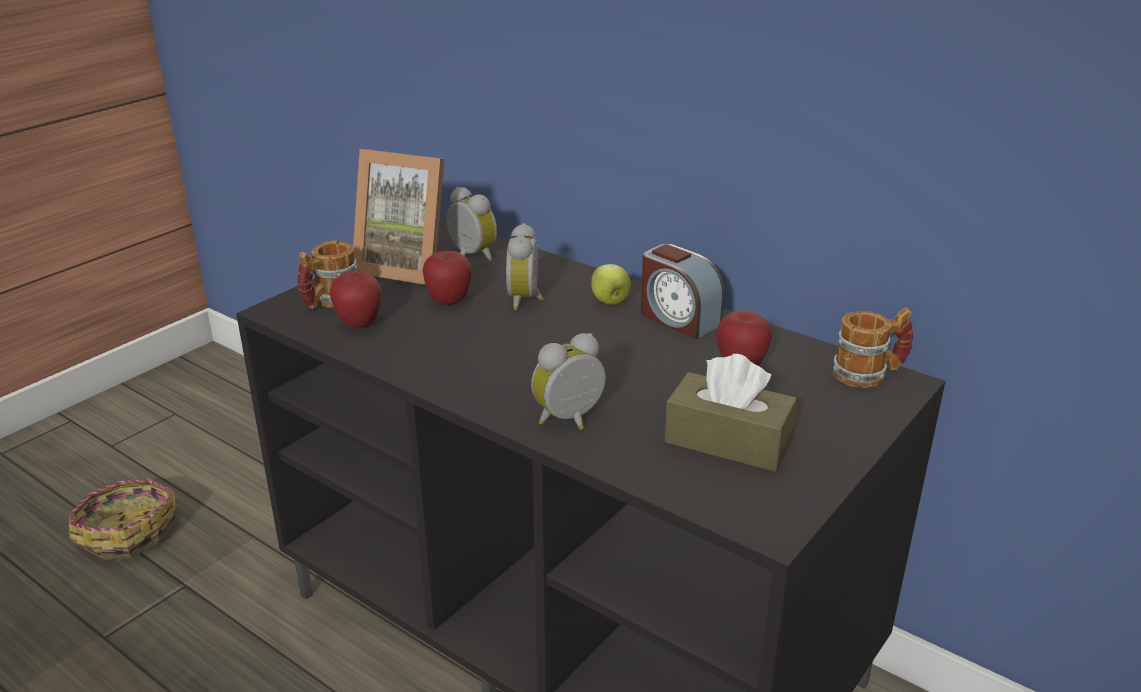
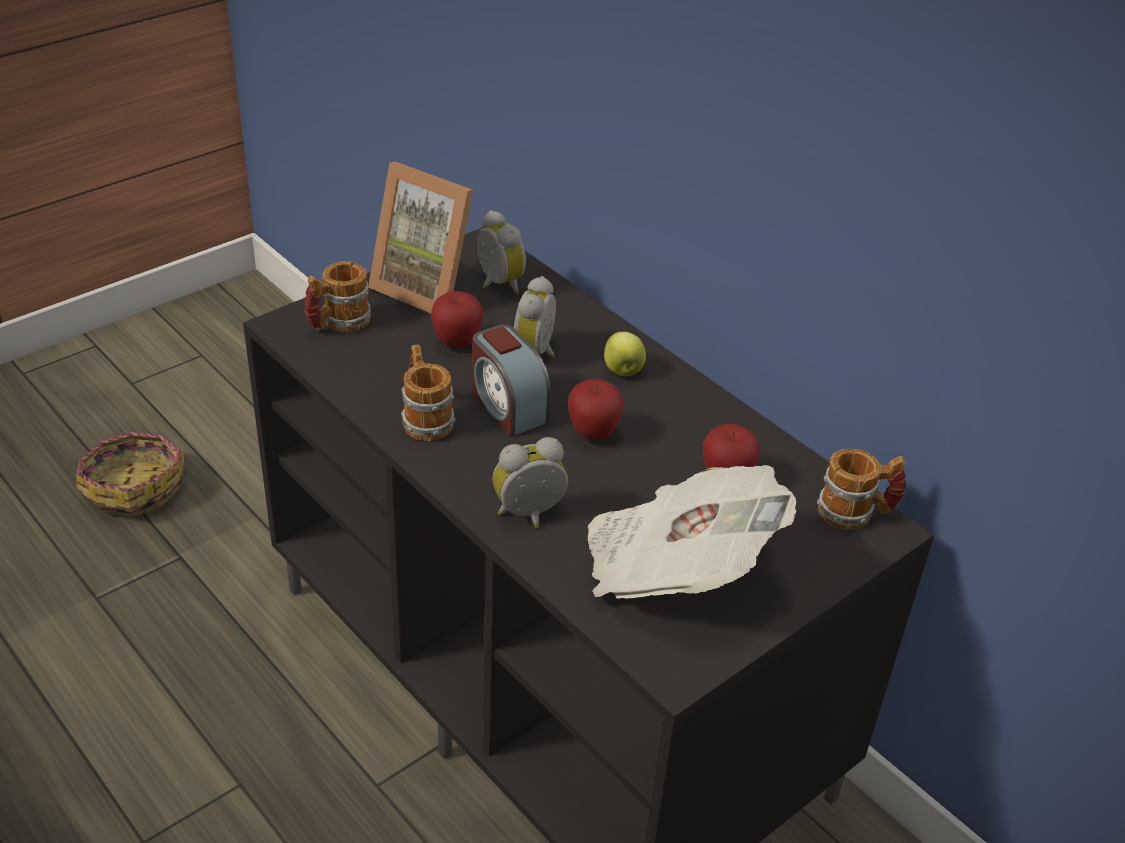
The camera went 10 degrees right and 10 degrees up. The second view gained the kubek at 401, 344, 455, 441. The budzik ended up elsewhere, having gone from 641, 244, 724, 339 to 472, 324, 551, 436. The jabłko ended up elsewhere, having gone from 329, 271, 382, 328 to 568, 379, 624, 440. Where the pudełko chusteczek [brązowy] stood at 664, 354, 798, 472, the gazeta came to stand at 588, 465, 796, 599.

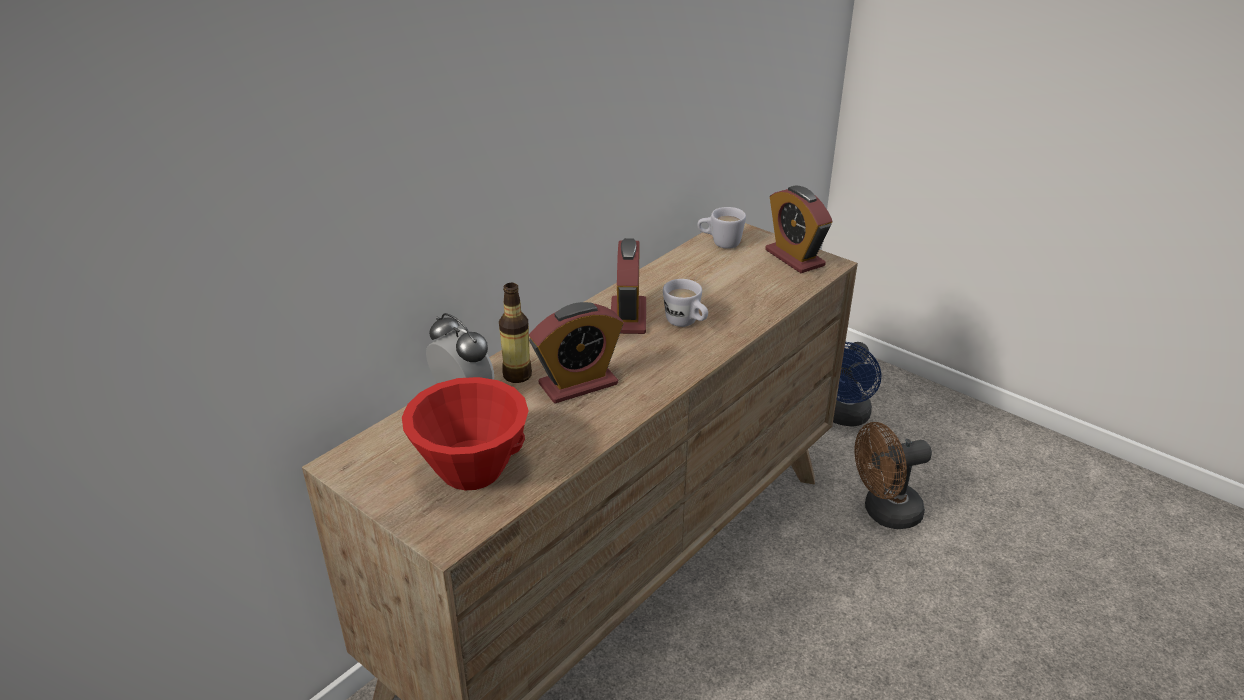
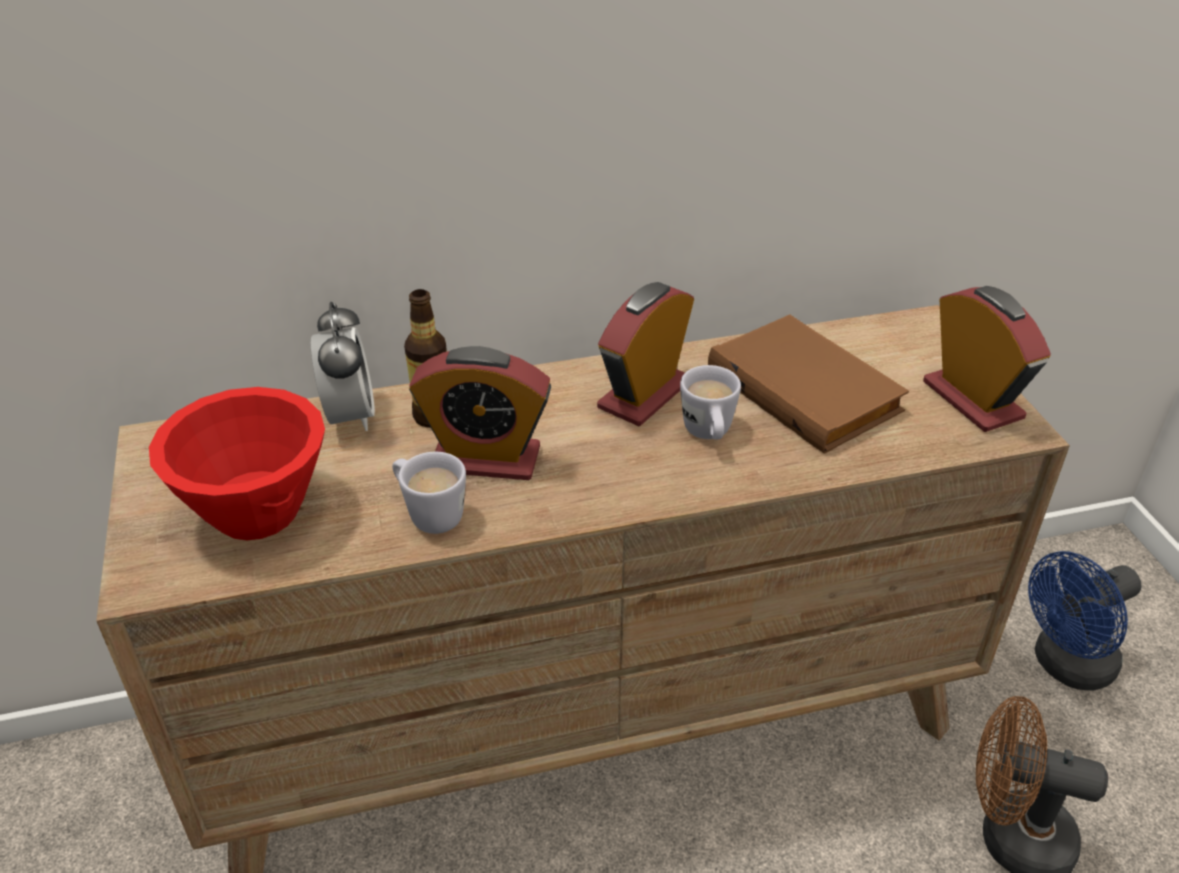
The camera went 35 degrees right and 5 degrees up. The kubek [biały] ended up elsewhere, having gone from 697, 207, 746, 249 to 392, 452, 466, 534. The second view gained the książka [brązowy] at 708, 315, 909, 454. The budzik at 765, 186, 833, 273 ended up facing another way, 150 degrees clockwise from before.

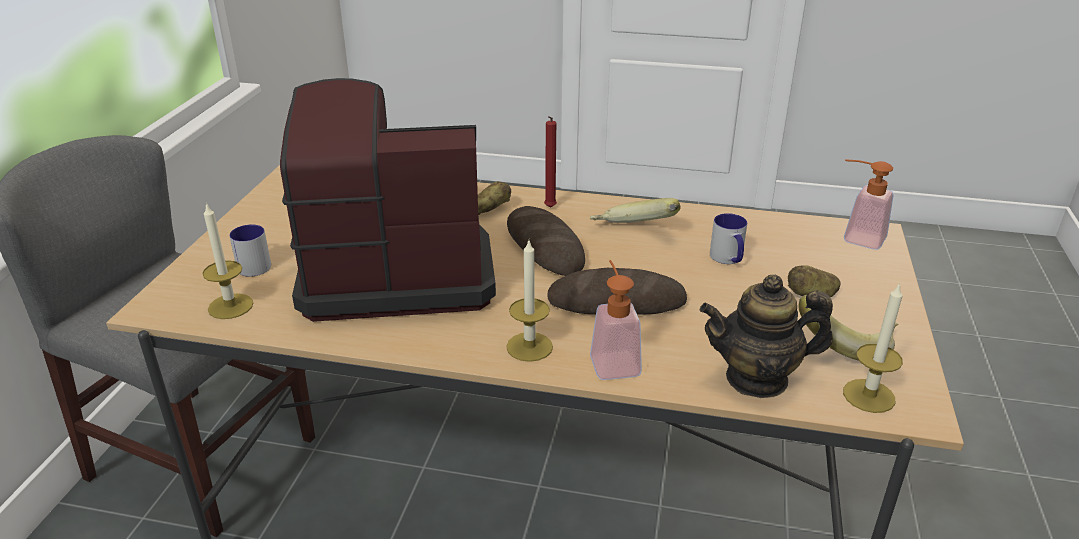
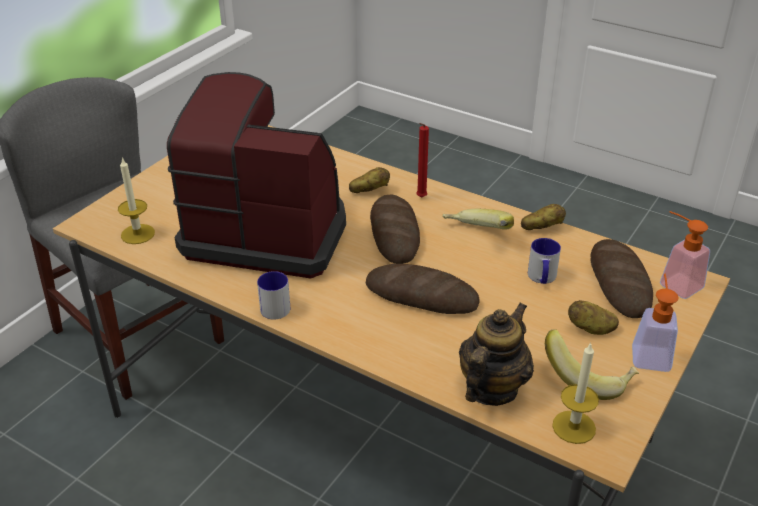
The camera went 20 degrees right and 5 degrees up. The kubek ended up elsewhere, having gone from 229, 224, 271, 277 to 257, 271, 290, 319. The imbryk at 700, 275, 833, 398 ended up facing another way, 105 degrees clockwise from before. The second view gained the ziemniak at 521, 204, 566, 230. The second view gained the chleb at 591, 239, 653, 318. The dozownik mydła ended up elsewhere, having gone from 590, 260, 642, 380 to 632, 274, 679, 372. The second view lost the świeca at 506, 241, 553, 362.

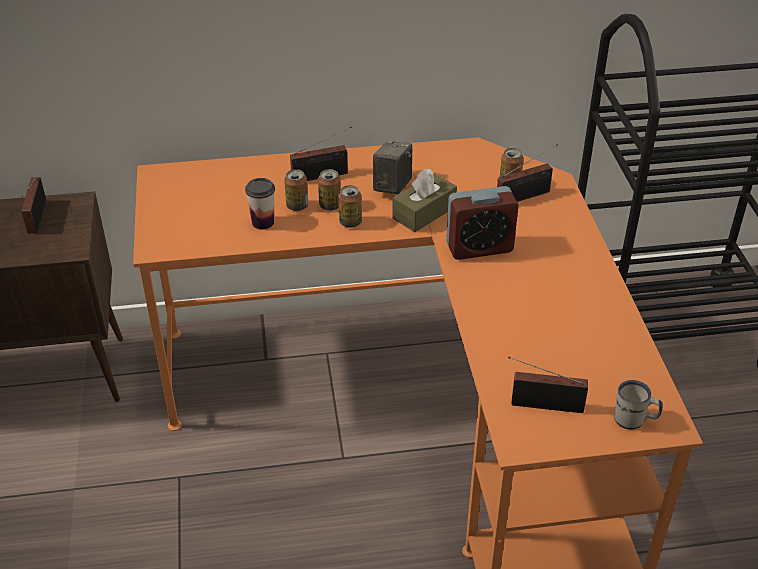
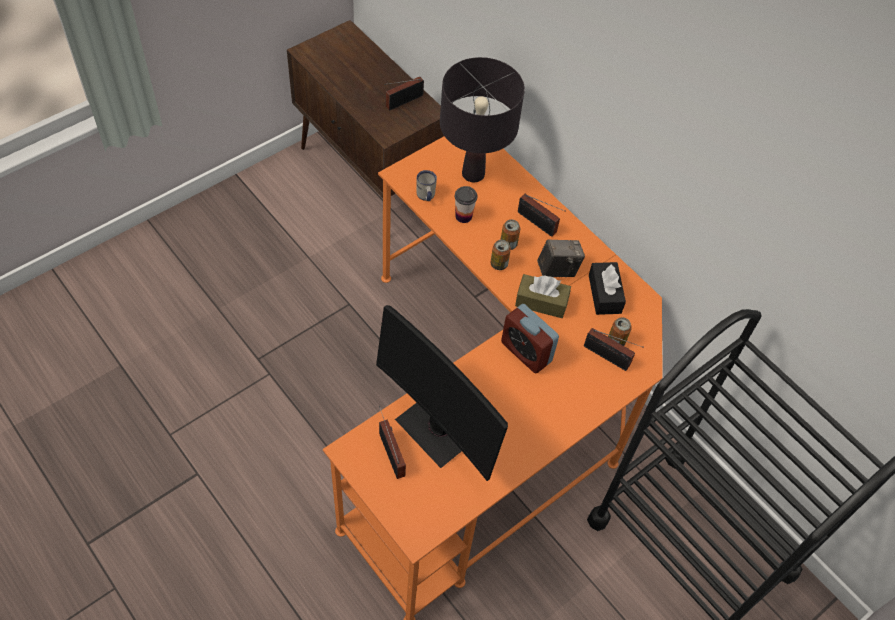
The camera went 55 degrees right and 15 degrees up. The second view gained the monitor at 376, 305, 508, 481. The kubek [biały] ended up elsewhere, having gone from 614, 380, 663, 430 to 416, 170, 437, 201. The second view gained the lampa stołowa [czarny] at 440, 57, 525, 183. The second view gained the pudełko chusteczek [czarny] at 589, 262, 626, 315. The second view lost the puszka at 284, 169, 308, 211.

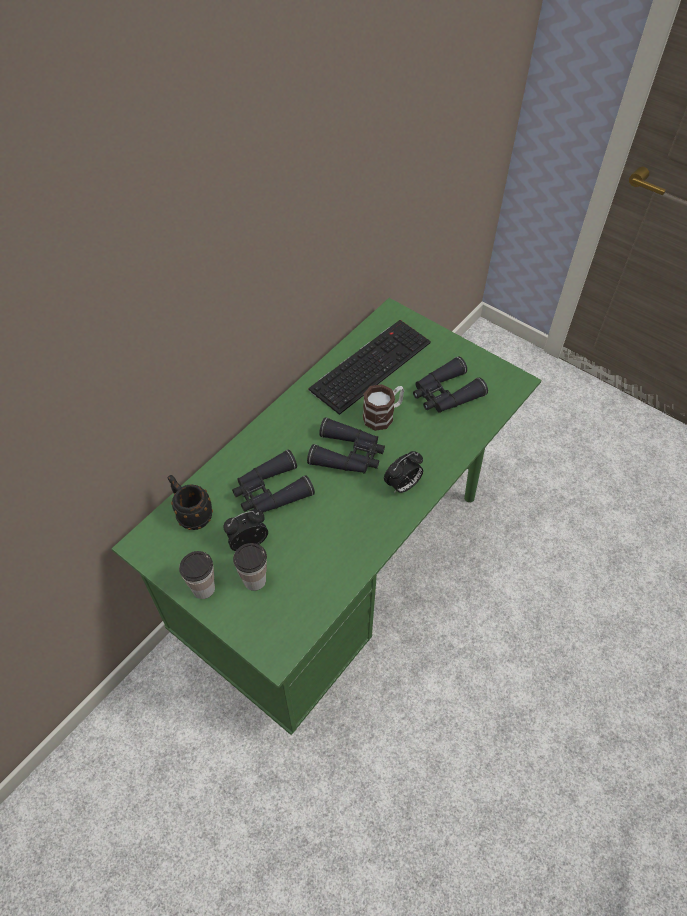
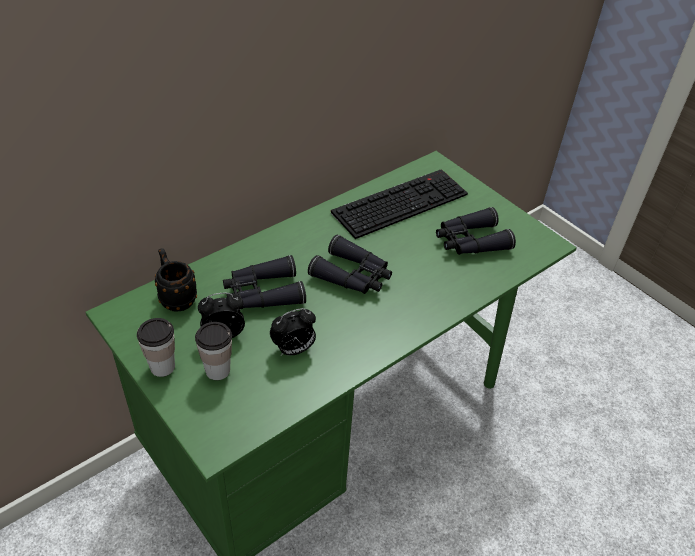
The camera went 10 degrees right and 10 degrees down. The budzik ended up elsewhere, having gone from 384, 451, 423, 494 to 270, 308, 316, 356. The second view lost the kubek at 363, 384, 404, 431.

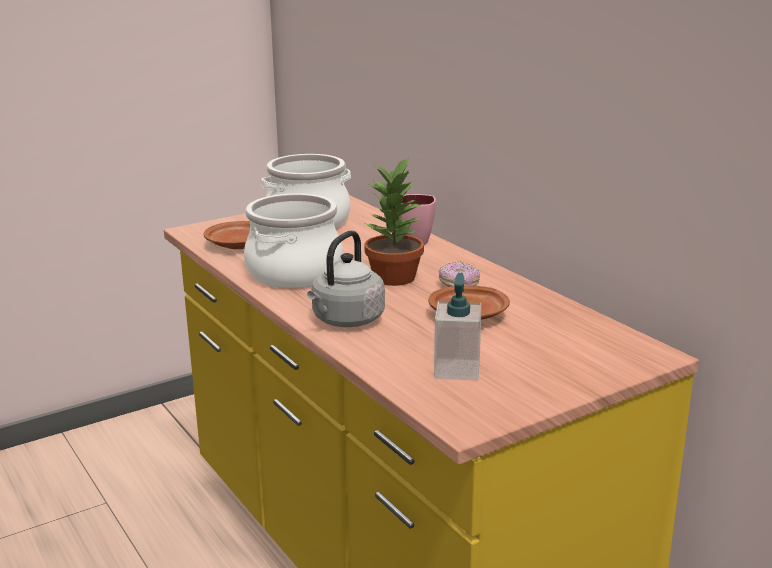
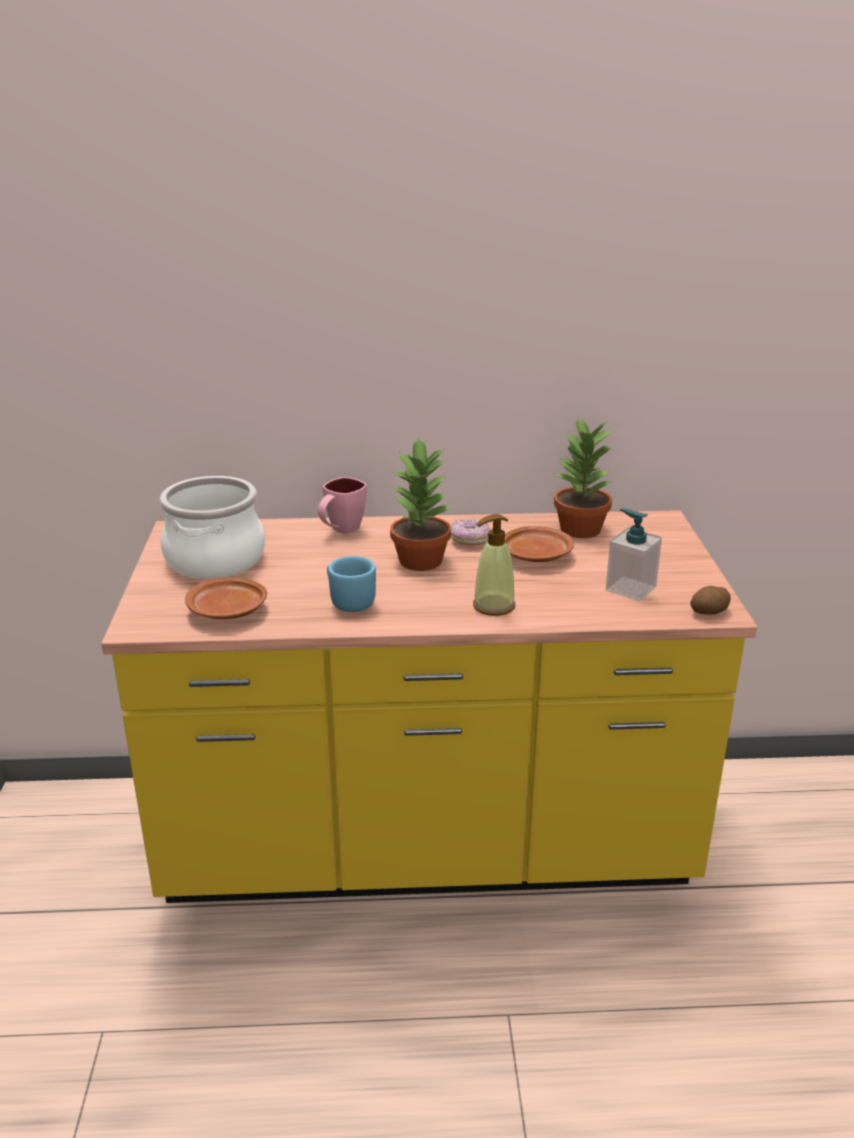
The camera went 60 degrees left and 5 degrees up. Where the garnek stood at 244, 193, 343, 288, the kubek [niebieski] came to stand at 327, 556, 376, 612. Where the czajnik [szary] stood at 307, 231, 385, 327, the dozownik mydła came to stand at 473, 514, 515, 616. The second view gained the roślina doniczkowa at 554, 418, 613, 538. The second view gained the ziemniak at 691, 586, 731, 615.

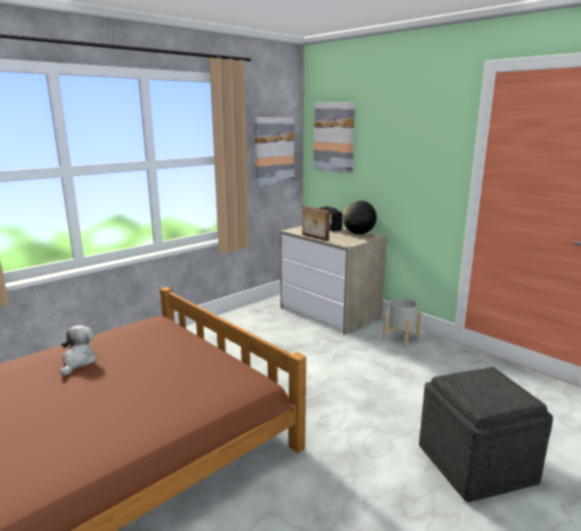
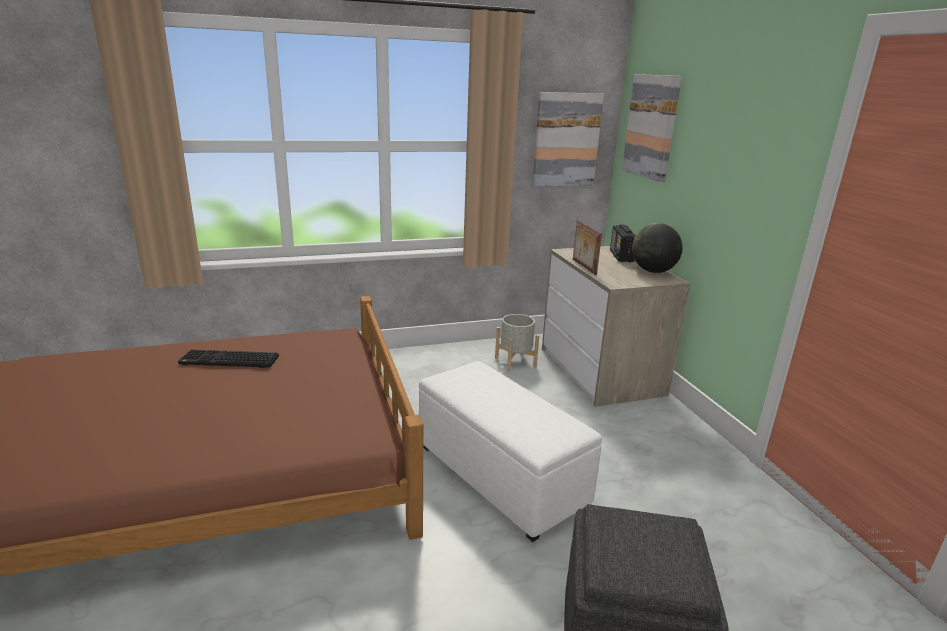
The camera went 25 degrees right and 5 degrees up. Where the pluszak stood at 60, 325, 96, 376, the klawiatura came to stand at 178, 350, 279, 368. The second view gained the pufa [biały] at 419, 361, 602, 542. The donica [szary] ended up elsewhere, having gone from 383, 298, 422, 347 to 495, 314, 539, 372.

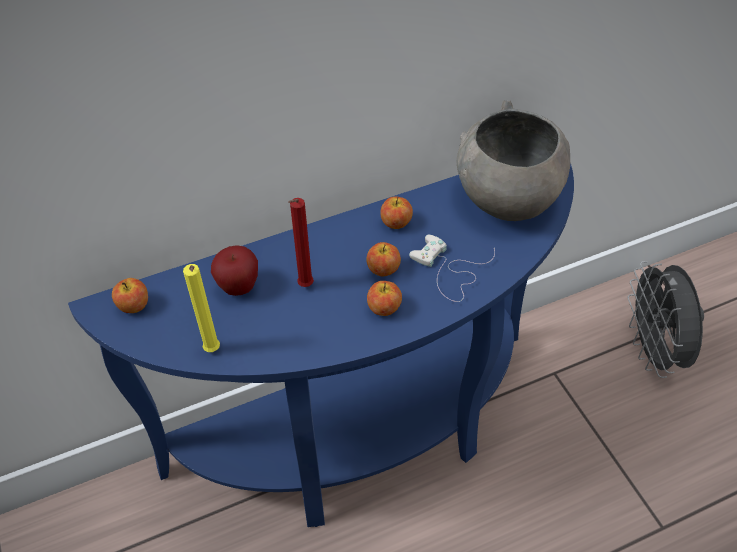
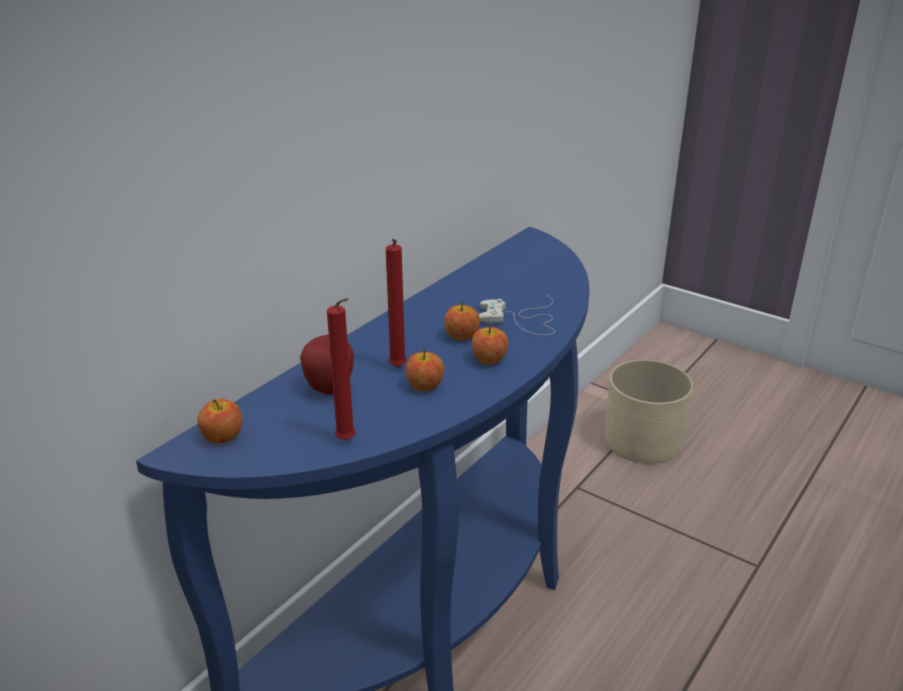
The camera went 30 degrees left and 20 degrees down. What was the świeca [żółty] at 183, 264, 220, 352 turned into the świeca [czerwony] at 327, 298, 356, 441. The jabłko ended up elsewhere, having gone from 380, 196, 413, 229 to 406, 348, 444, 391. Where the wentylator [szary] stood at 627, 261, 704, 378, the donica [beżowy] came to stand at 605, 359, 693, 464. The second view lost the miska [szary] at 457, 100, 570, 221.

